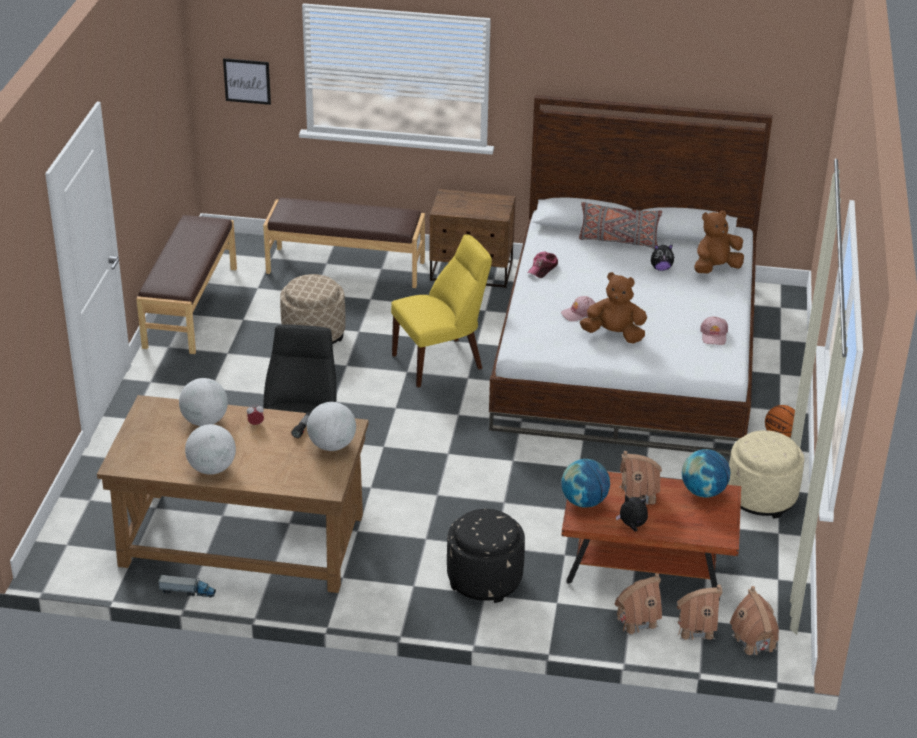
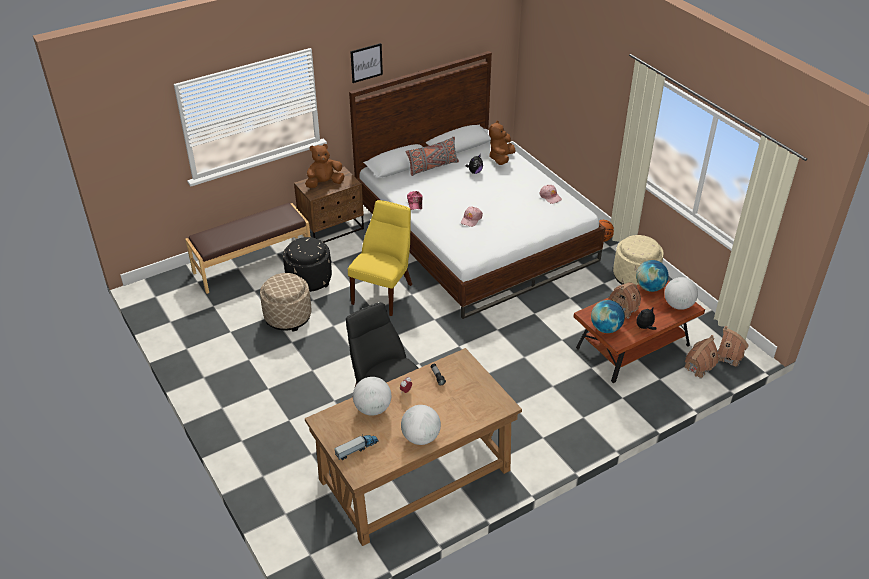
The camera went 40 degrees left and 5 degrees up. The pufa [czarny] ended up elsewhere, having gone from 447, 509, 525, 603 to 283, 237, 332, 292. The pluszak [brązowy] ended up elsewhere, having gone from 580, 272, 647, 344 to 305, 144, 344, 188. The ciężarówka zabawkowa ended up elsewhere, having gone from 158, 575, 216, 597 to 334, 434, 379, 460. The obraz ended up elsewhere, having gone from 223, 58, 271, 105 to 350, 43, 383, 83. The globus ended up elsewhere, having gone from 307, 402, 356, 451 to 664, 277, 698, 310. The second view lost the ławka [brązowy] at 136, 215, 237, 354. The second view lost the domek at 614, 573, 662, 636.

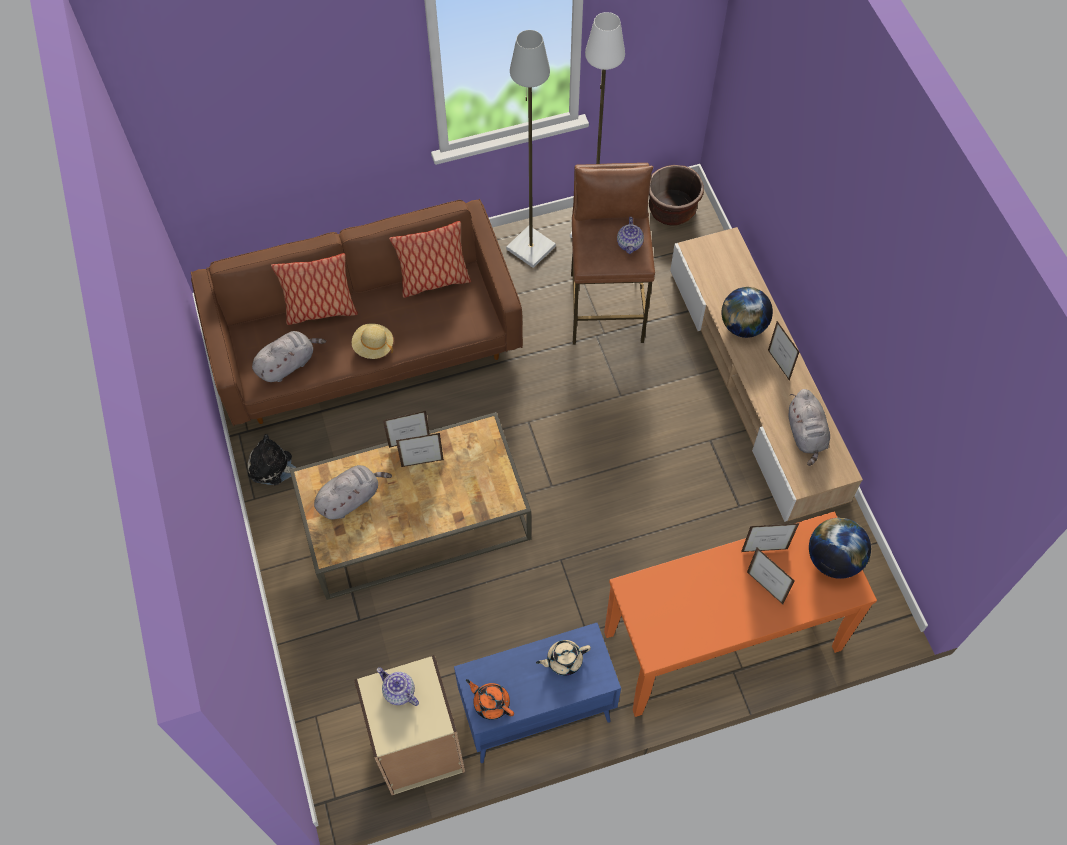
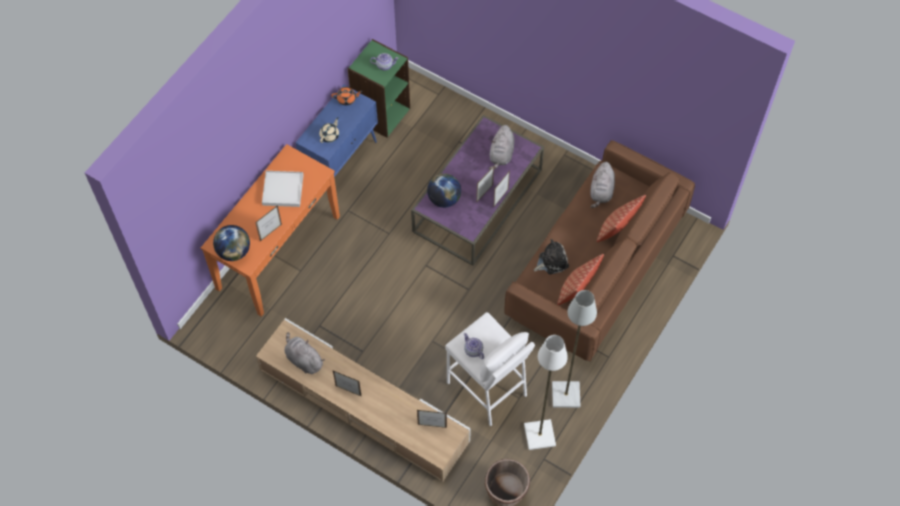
The camera went 140 degrees right and 0 degrees up. The second view gained the taca [biały] at 262, 171, 304, 207. What was the regał [beżowy] at 354, 655, 465, 795 turned into the regał [zielony] at 348, 39, 410, 138. What was the ława [brązowy] at 290, 412, 531, 600 turned into the ława [fioletowy] at 411, 115, 544, 266. The ramka na zdjęcie ended up elsewhere, having gone from 747, 548, 794, 604 to 417, 410, 447, 428. The globus ended up elsewhere, having gone from 721, 287, 773, 338 to 427, 173, 461, 208. What was the stołek [brązowy] at 571, 163, 655, 345 turned into the stołek [biały] at 445, 312, 535, 427. The pluszak ended up elsewhere, having gone from 248, 434, 297, 485 to 534, 239, 569, 274. The second view lost the kapelusz [beżowy] at 352, 323, 393, 359.

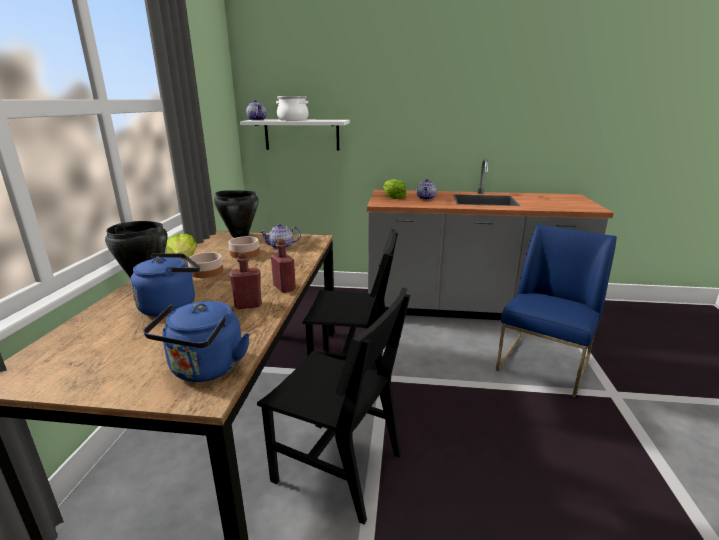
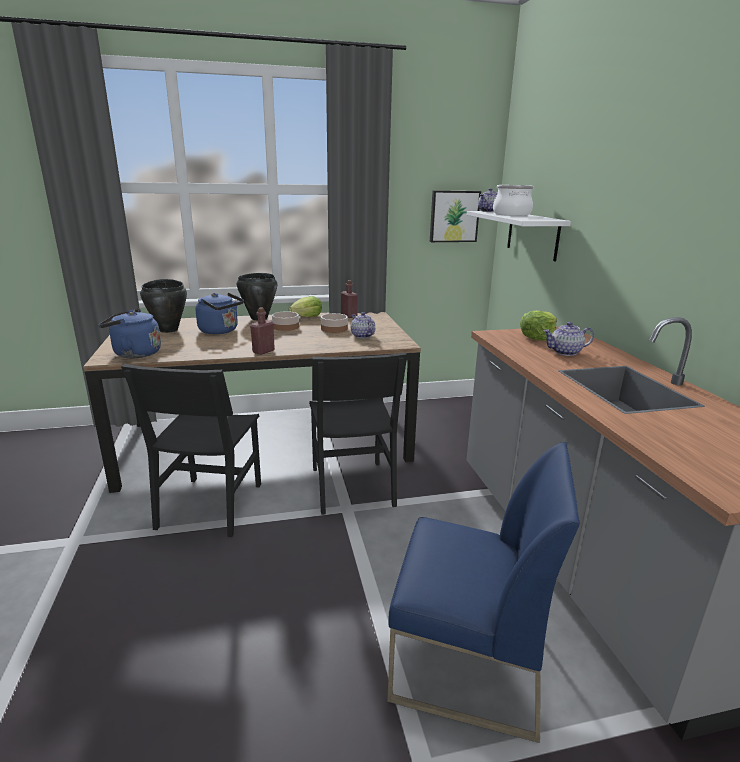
The camera went 70 degrees right and 0 degrees up. The garnek [czarny] ended up elsewhere, having gone from 214, 190, 258, 238 to 140, 279, 187, 333. The butelka [czerwony] ended up elsewhere, having gone from 229, 252, 262, 309 to 341, 280, 358, 318. The second view gained the obraz at 430, 191, 481, 242.

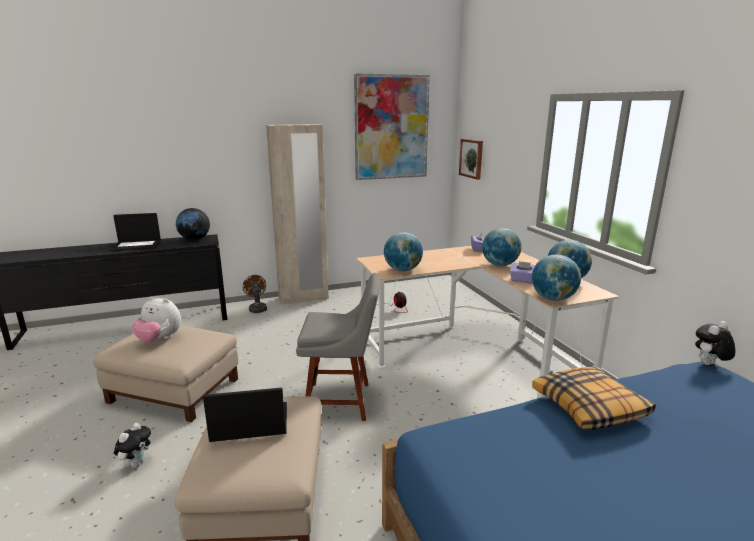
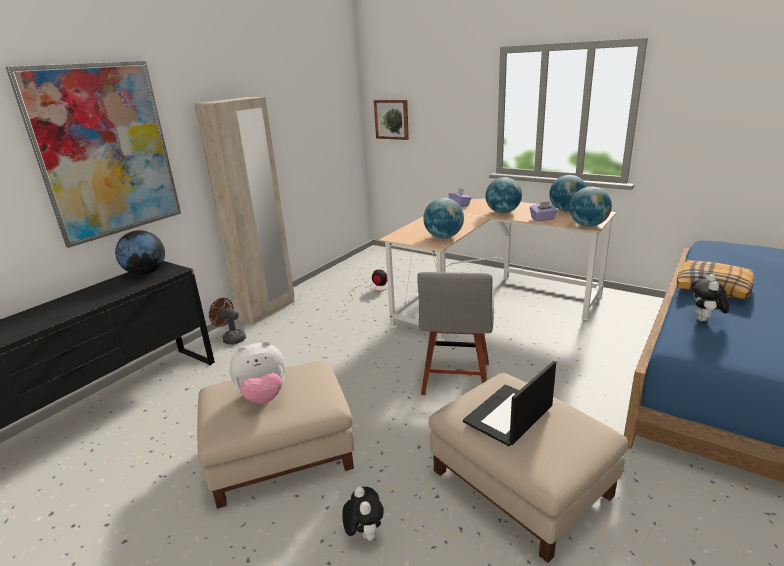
The camera went 35 degrees left and 5 degrees up. The obraz ended up elsewhere, having gone from 354, 73, 430, 180 to 6, 61, 181, 248. The krzesło [szary] at 296, 273, 380, 421 ended up facing another way, 135 degrees clockwise from before. The pluszak ended up elsewhere, having gone from 695, 321, 736, 365 to 692, 274, 729, 321. The second view lost the laptop at 110, 213, 161, 251.

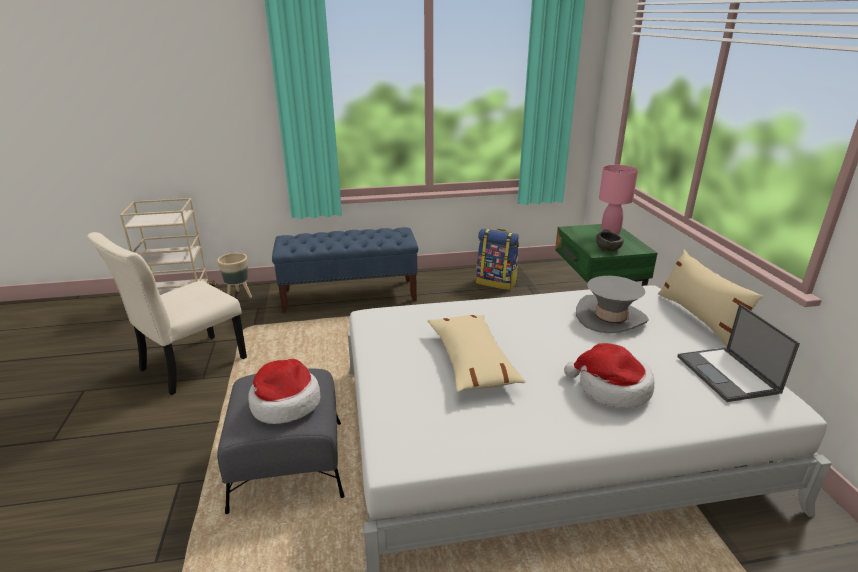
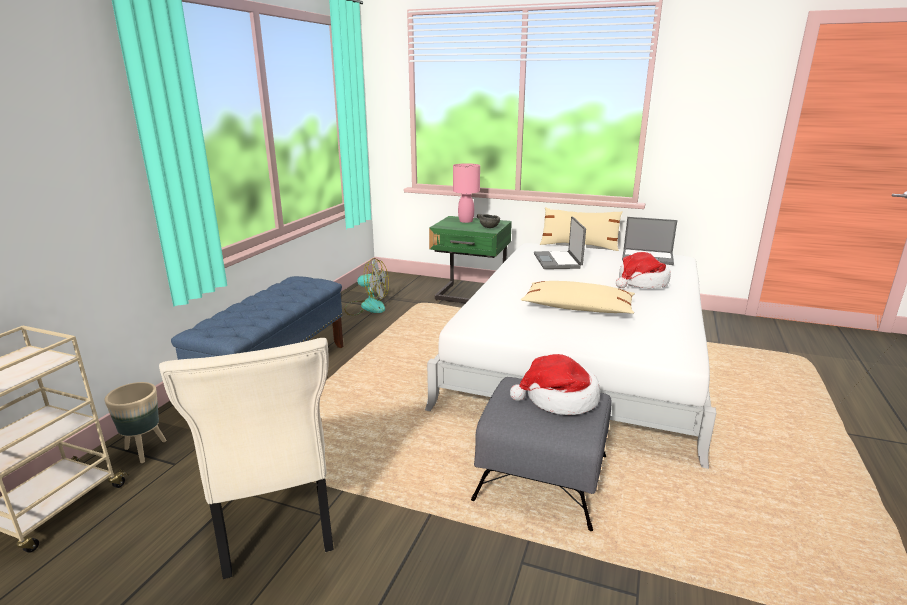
The camera went 60 degrees left and 5 degrees down. Where the plecak stood at 476, 229, 519, 290, the wentylator came to stand at 344, 258, 389, 316. Where the kapelusz [szary] stood at 576, 276, 648, 334, the laptop came to stand at 534, 217, 586, 269.

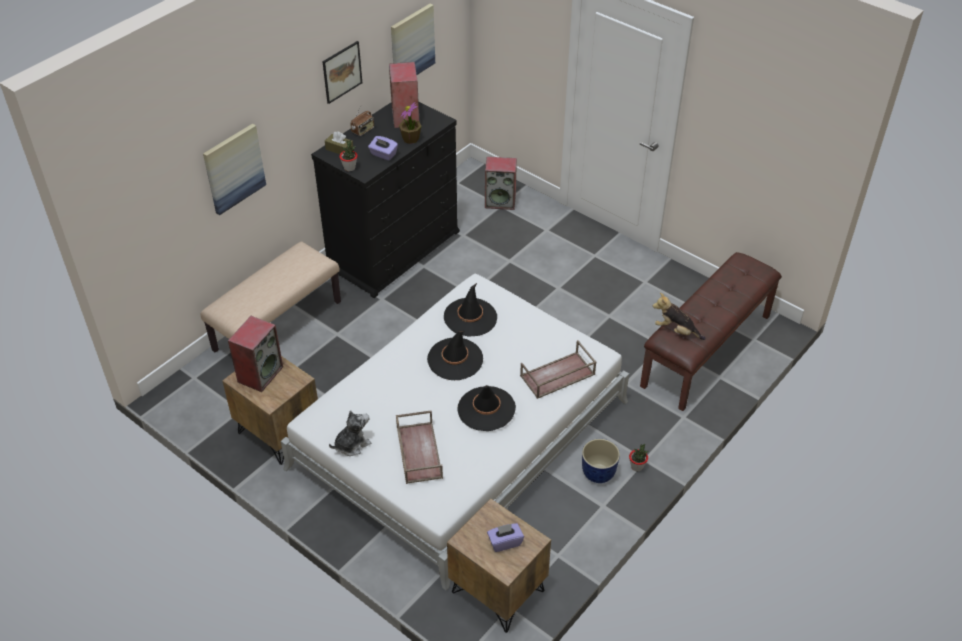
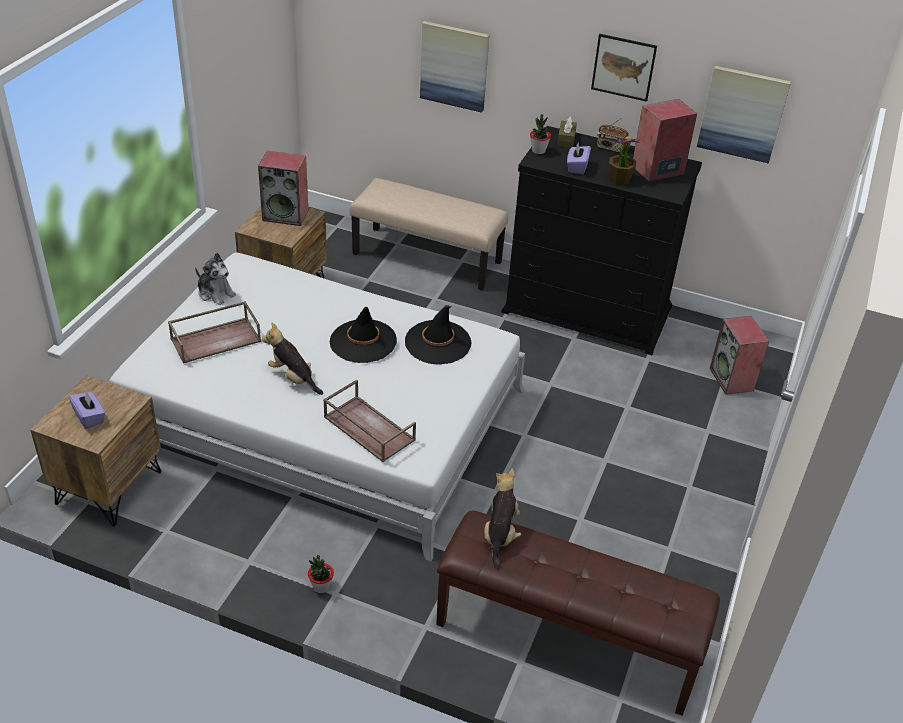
The camera went 70 degrees right and 5 degrees down. Where the kapelusz [czarny] stood at 457, 385, 516, 431, the pluszak came to stand at 262, 323, 323, 395. The second view lost the donica at 582, 439, 620, 483.

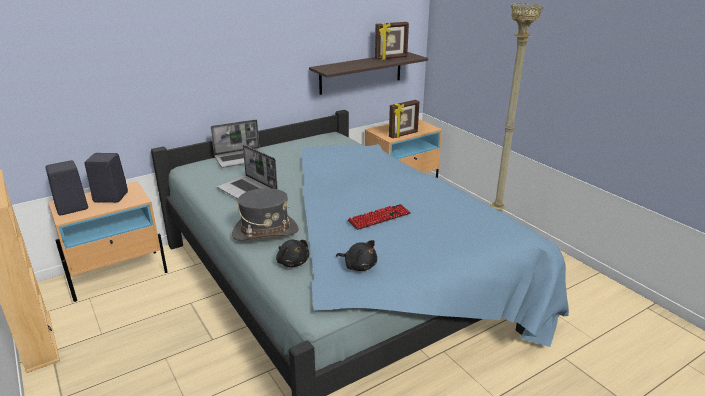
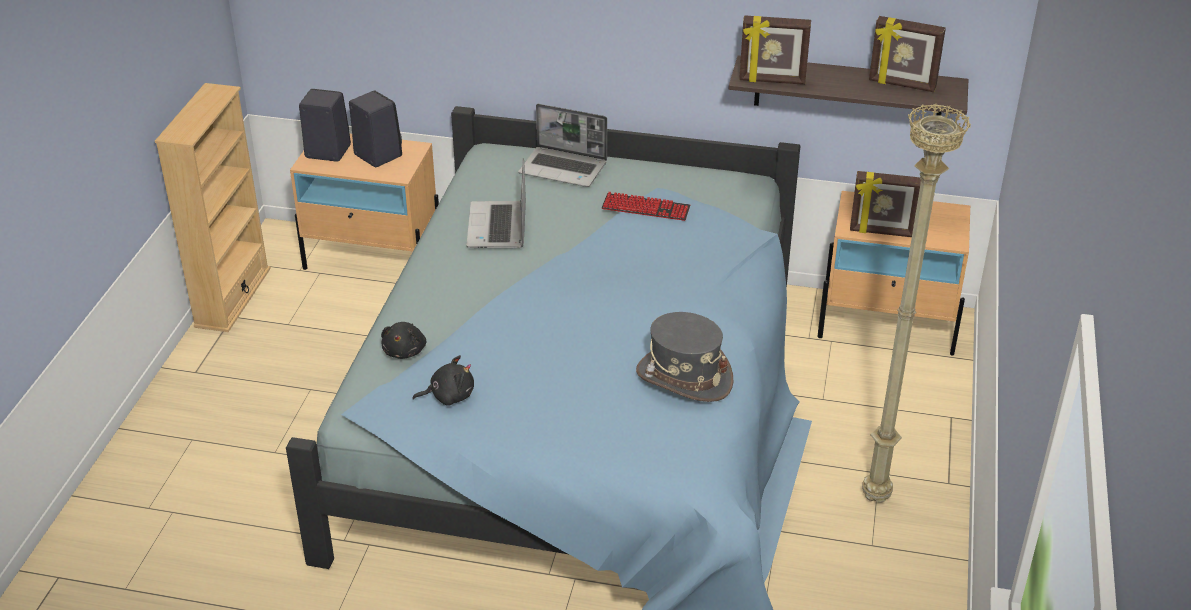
The camera went 45 degrees right and 10 degrees up. The pluszak [czarny] at 336, 240, 377, 271 ended up facing another way, 90 degrees counterclockwise from before. The klawiatura ended up elsewhere, having gone from 348, 204, 411, 230 to 602, 192, 690, 221. The kapelusz [szary] ended up elsewhere, having gone from 232, 188, 299, 241 to 636, 312, 733, 402. The second view gained the ramka na zdjęcie at 739, 15, 811, 85.

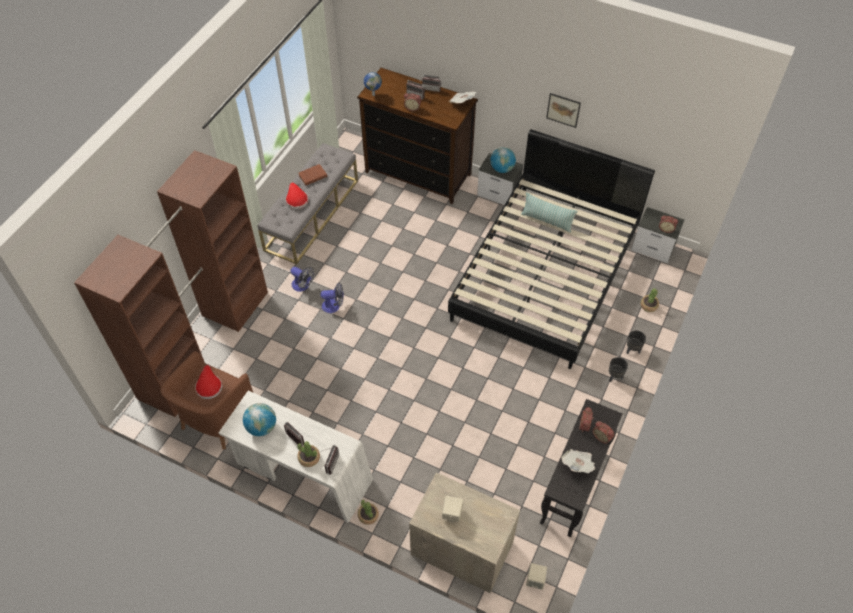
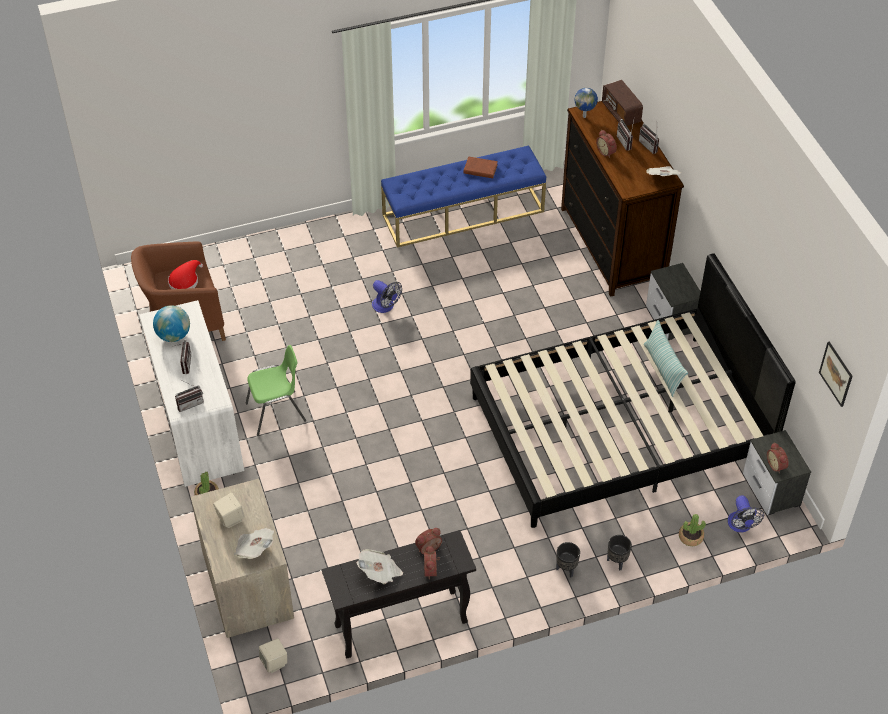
The camera went 45 degrees right and 5 degrees down. The second view gained the gazeta at 234, 528, 274, 559. The second view gained the krzesło [zielony] at 246, 345, 306, 436. What was the ławka [szary] at 257, 143, 358, 264 turned into the ławka [niebieski] at 381, 145, 546, 248. The second view gained the radio at 602, 80, 643, 126. The wentylator ended up elsewhere, having gone from 290, 267, 314, 292 to 728, 495, 764, 532. The obraz ended up elsewhere, having gone from 546, 93, 581, 128 to 819, 341, 853, 407. The second view lost the szafa [brązowy] at 74, 150, 268, 417. The second view lost the kapelusz [czerwony] at 286, 183, 308, 209. The second view lost the roślina doniczkowa at 297, 441, 320, 467. The second view lost the globus at 490, 147, 516, 173.

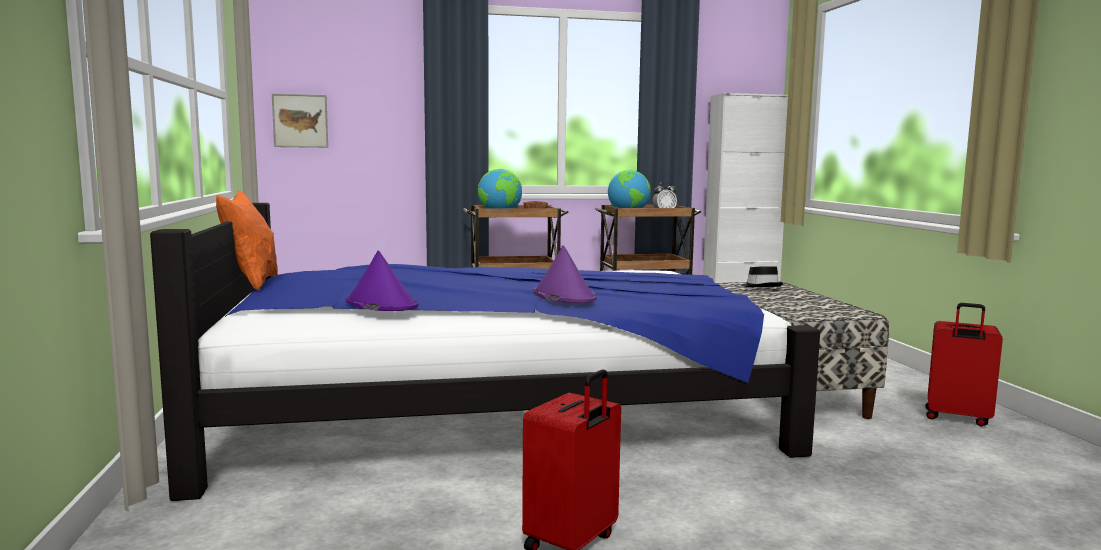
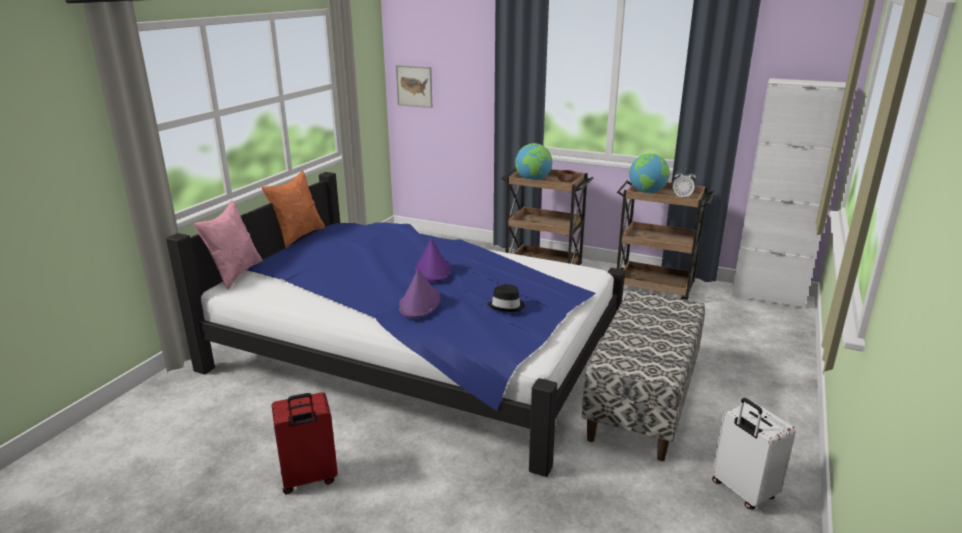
The camera went 35 degrees right and 15 degrees up. The second view gained the poduszka [różowy] at 194, 200, 263, 290. The kapelusz [fioletowy] ended up elsewhere, having gone from 345, 251, 418, 311 to 415, 239, 451, 282. The kapelusz [czarny] ended up elsewhere, having gone from 741, 266, 783, 287 to 487, 284, 525, 312. What was the walizka [czerwony] at 925, 303, 1003, 427 turned into the walizka [biały] at 712, 398, 796, 510.

